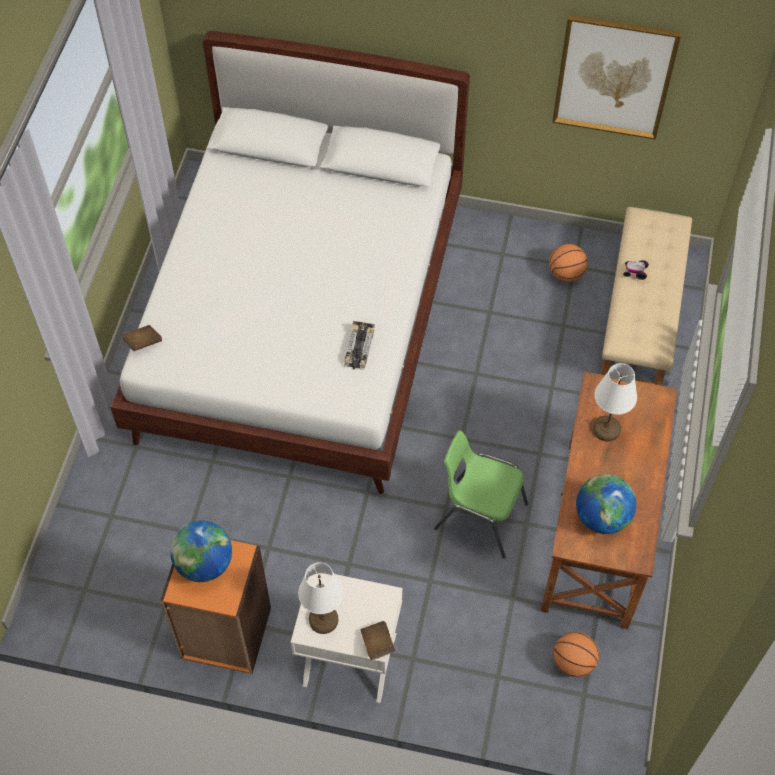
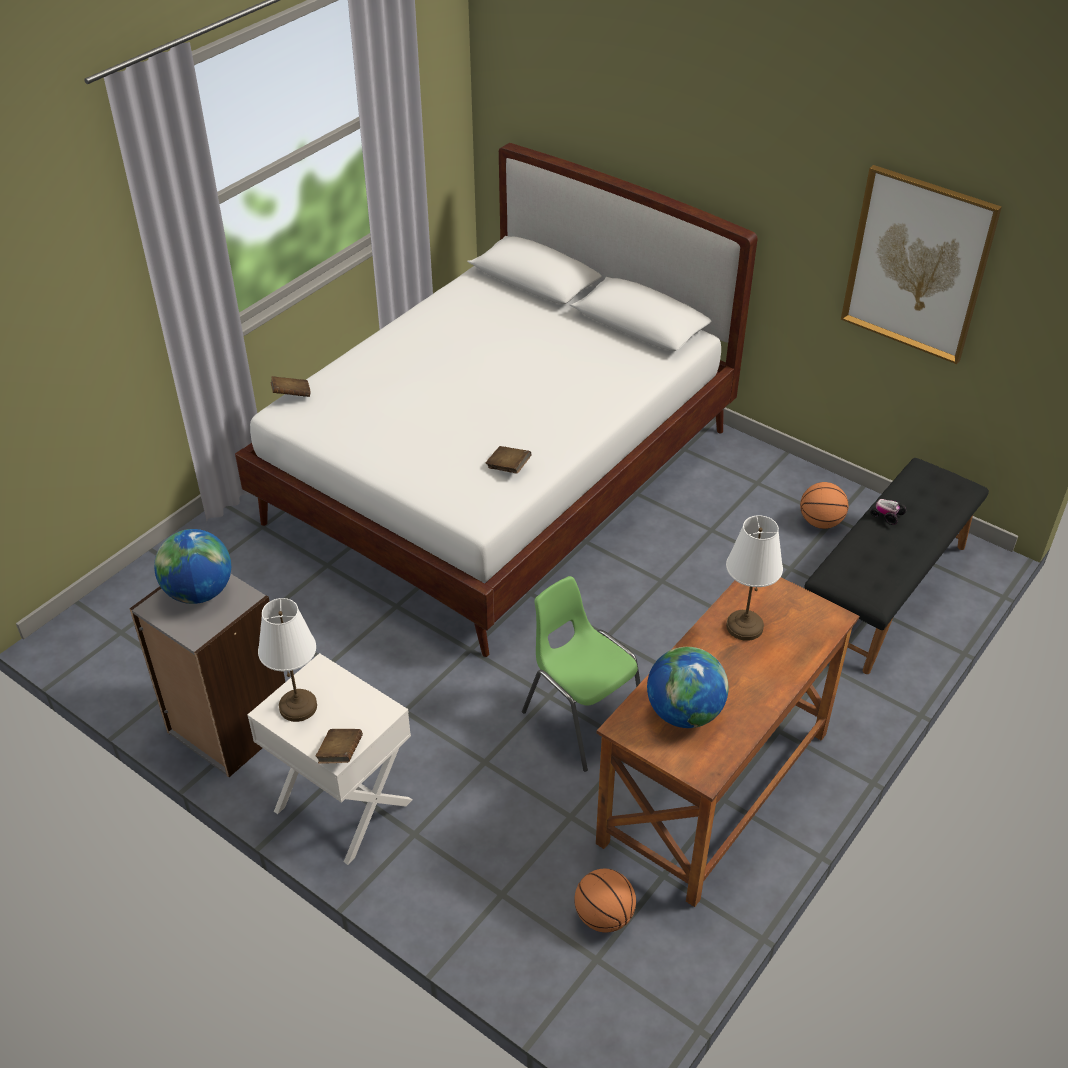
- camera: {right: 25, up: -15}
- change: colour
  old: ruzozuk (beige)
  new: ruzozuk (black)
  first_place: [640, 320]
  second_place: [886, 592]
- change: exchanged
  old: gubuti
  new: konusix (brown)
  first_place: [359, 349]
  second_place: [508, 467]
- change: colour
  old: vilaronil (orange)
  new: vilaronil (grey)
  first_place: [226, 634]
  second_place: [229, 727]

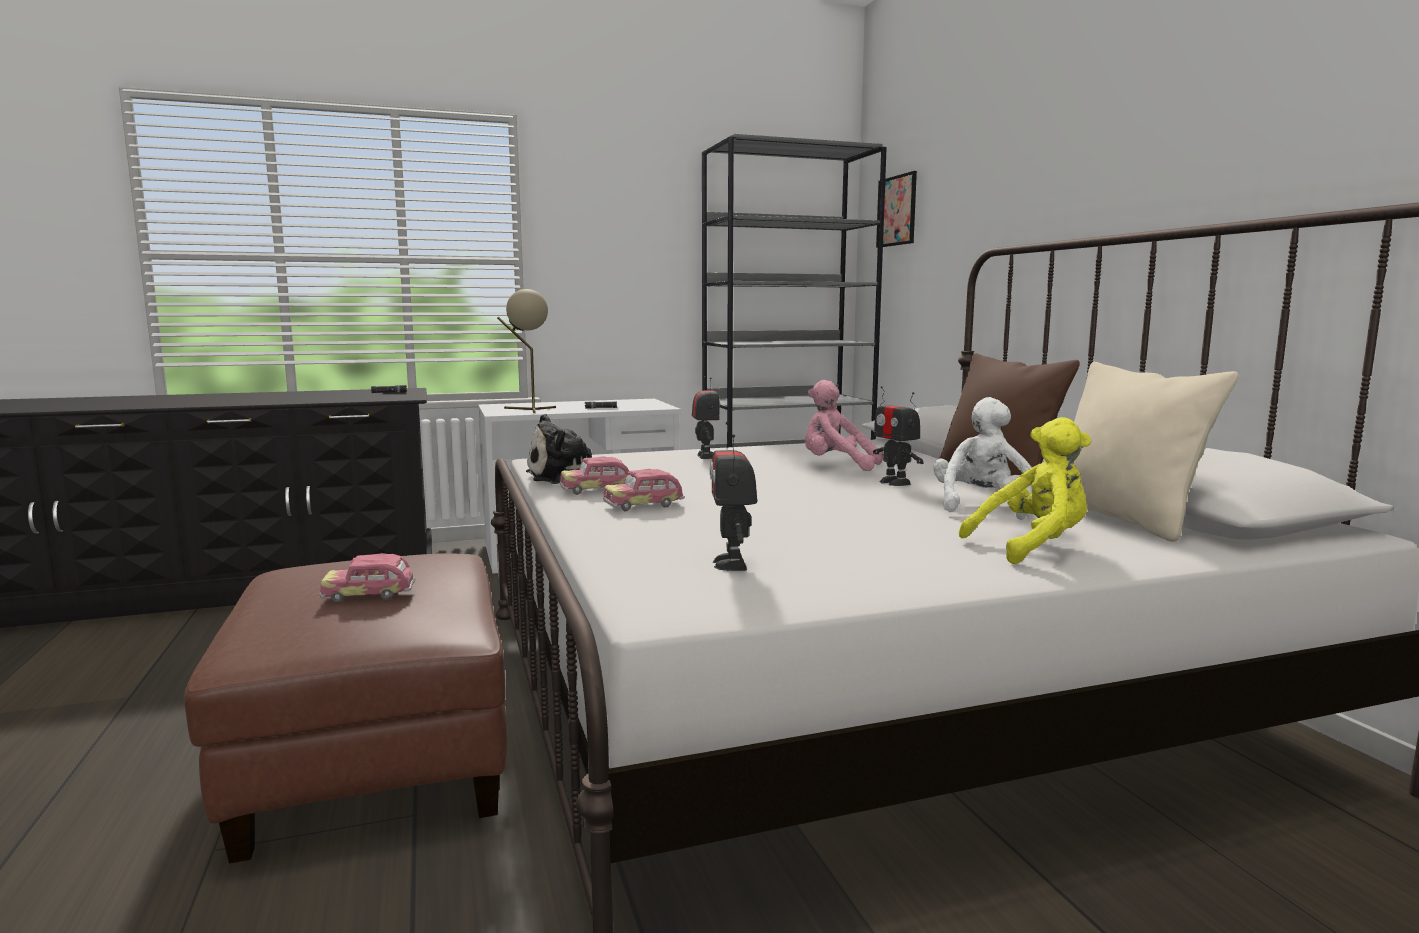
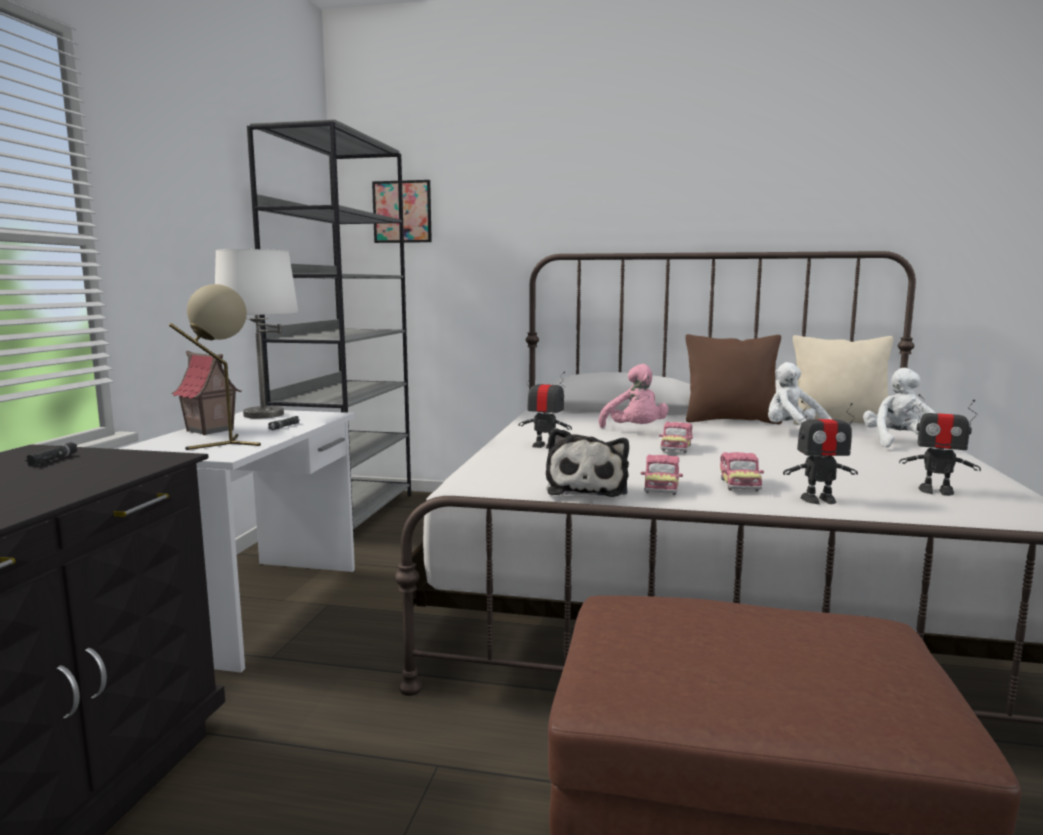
- camera: {right: -60, up: 0}
- change: spun
  old: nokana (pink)
  first_place: [836, 466]
  second_place: [635, 431]
  degrees: -75
- change: relocated
  old: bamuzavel
  first_place: [895, 482]
  second_place: [818, 500]
- change: colour
  old: nokana (yellow)
  new: nokana (white)
  first_place: [1032, 547]
  second_place: [899, 443]
- change: relocated
  old: gubuti
  first_place: [369, 595]
  second_place: [676, 448]
- change: appeared
  new: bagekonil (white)
  second_place: [263, 415]
- change: appeared
  new: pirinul
  second_place: [209, 430]

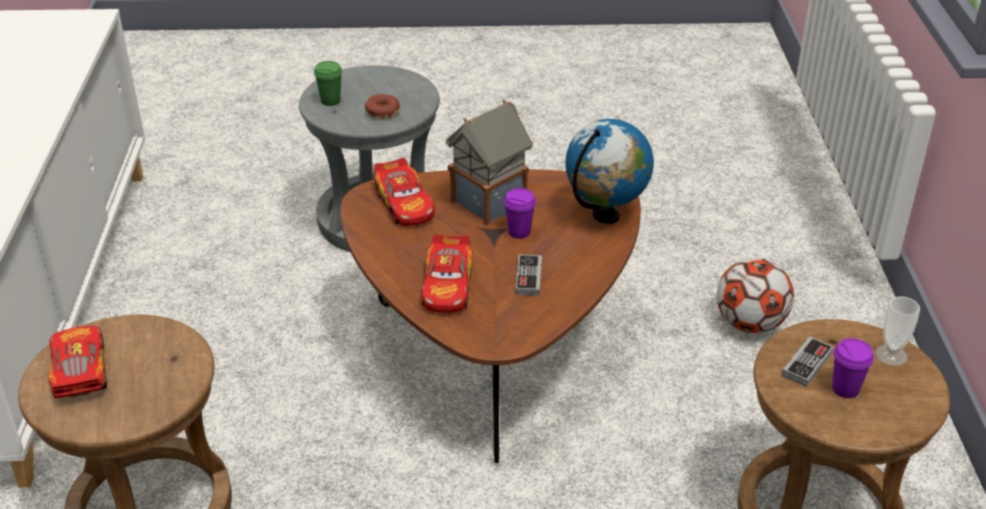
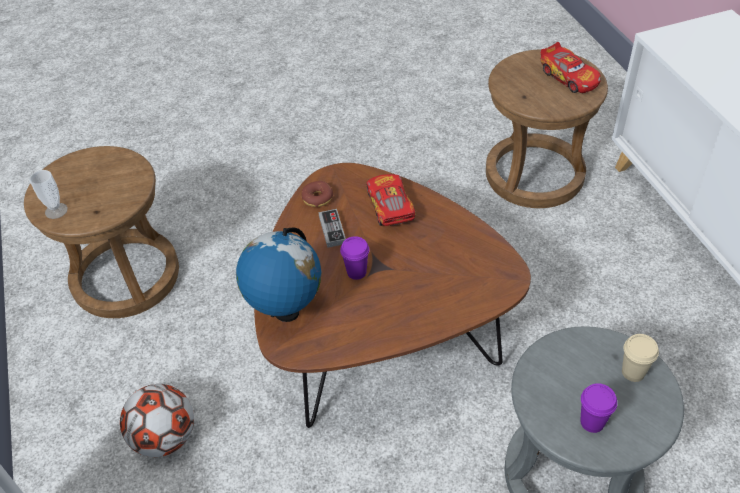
- camera: {right: 165, up: 10}
- change: colour
  old: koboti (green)
  new: koboti (beige)
  first_place: [330, 101]
  second_place: [633, 372]
- change: relocated
  old: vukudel
  first_place: [382, 111]
  second_place: [317, 198]
- change: missing
  old: pirinul
  first_place: [489, 202]
- change: missing
  old: gubuti
  first_place: [404, 204]
- change: missing
  old: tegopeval
  first_place: [807, 364]
- change: relocated
  old: koboti (purple)
  first_place: [845, 389]
  second_place: [592, 422]

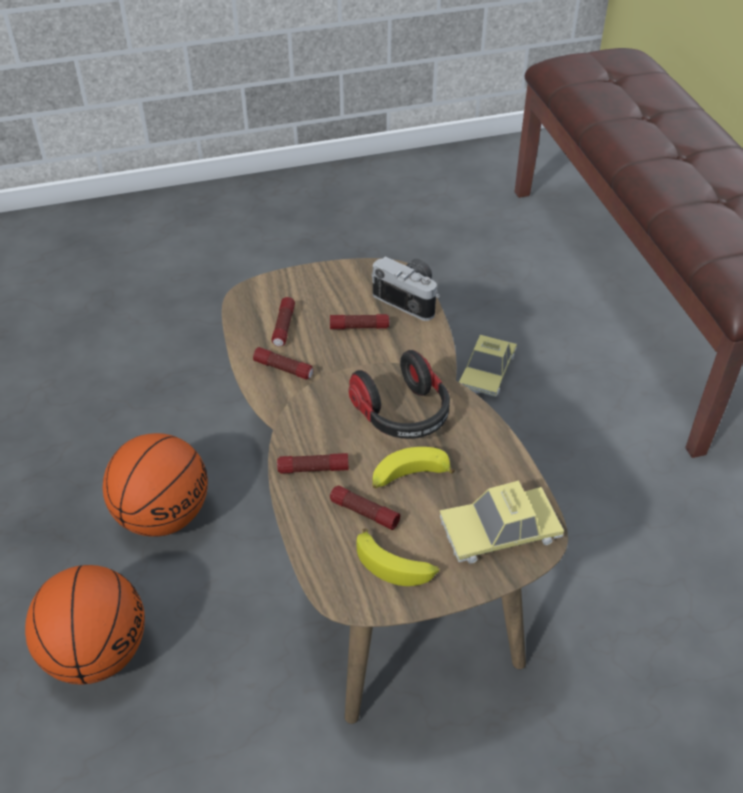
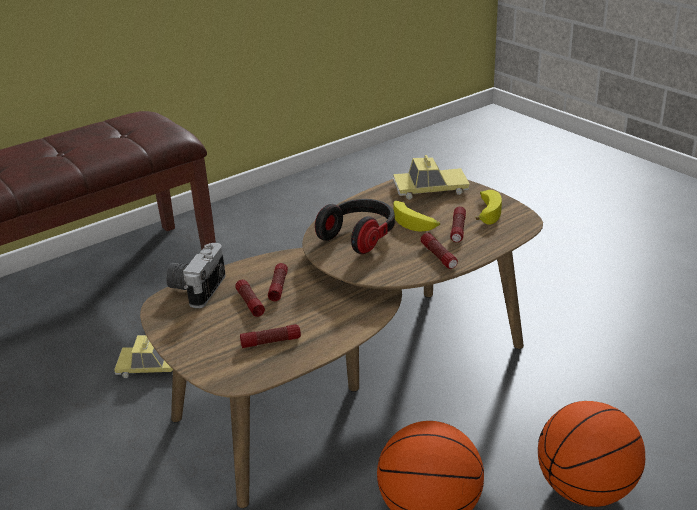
- camera: {right: -110, up: -15}
- change: relocated
  old: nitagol
  first_place: [284, 369]
  second_place: [278, 287]
- change: spun
  old: gubuti
  first_place: [499, 531]
  second_place: [430, 189]
  degrees: -60

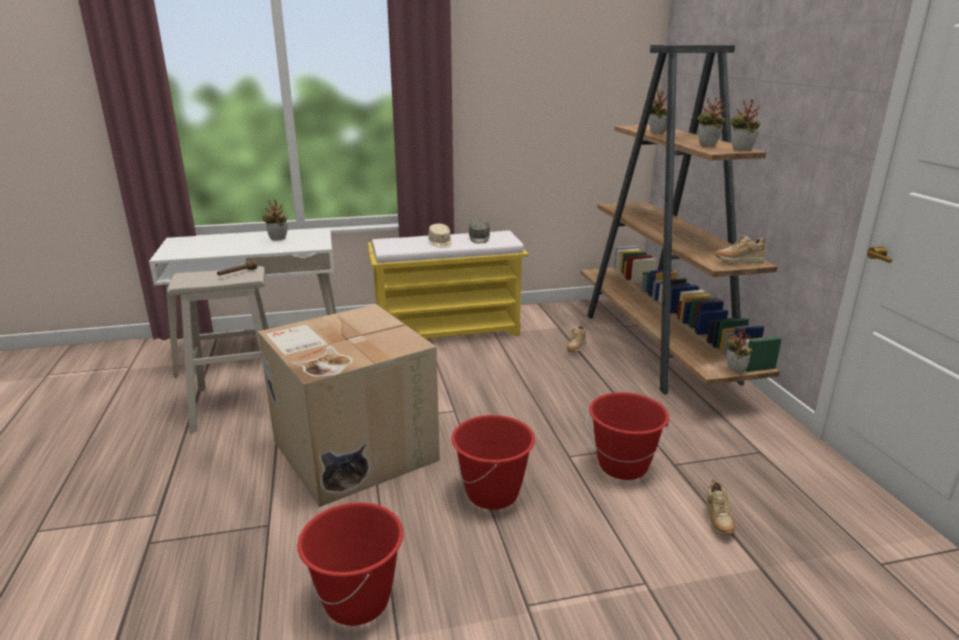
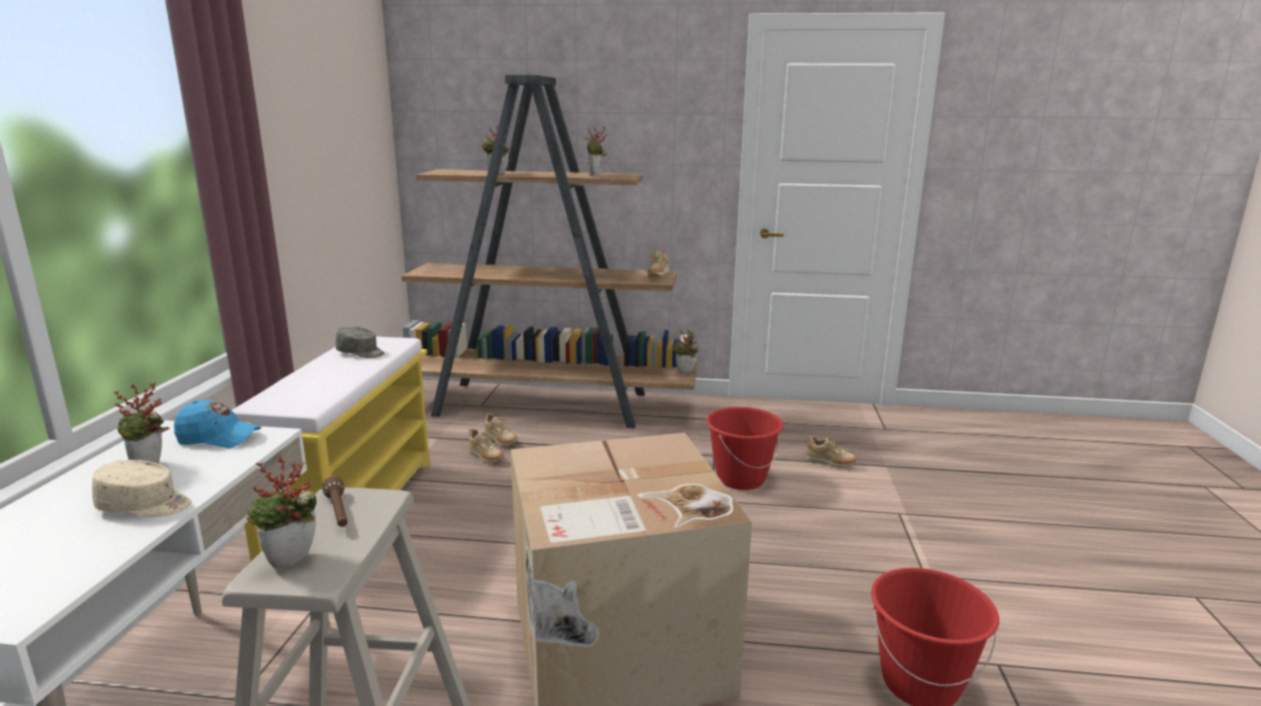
- camera: {right: -70, up: -5}
- change: relocated
  old: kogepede
  first_place: [740, 150]
  second_place: [292, 563]
- change: relocated
  old: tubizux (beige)
  first_place: [440, 243]
  second_place: [145, 506]
- change: missing
  old: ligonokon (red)
  first_place: [493, 494]
- change: appeared
  new: tubizux (blue)
  second_place: [218, 438]
- change: appeared
  new: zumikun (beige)
  second_place: [486, 458]

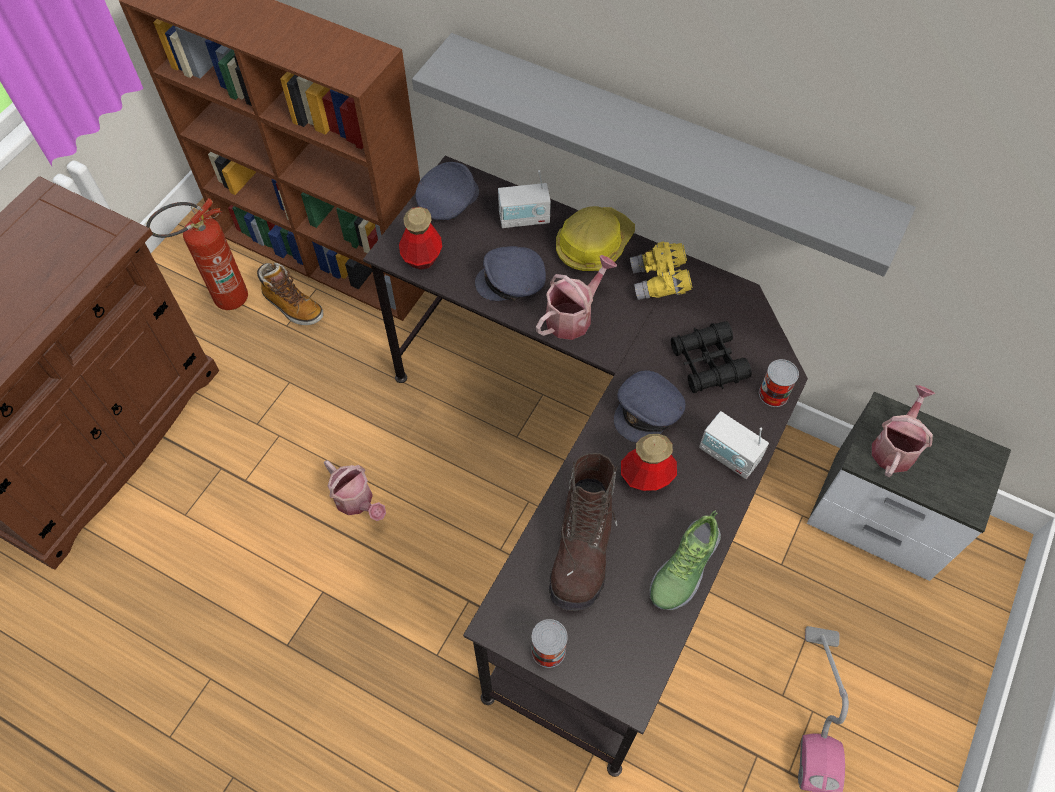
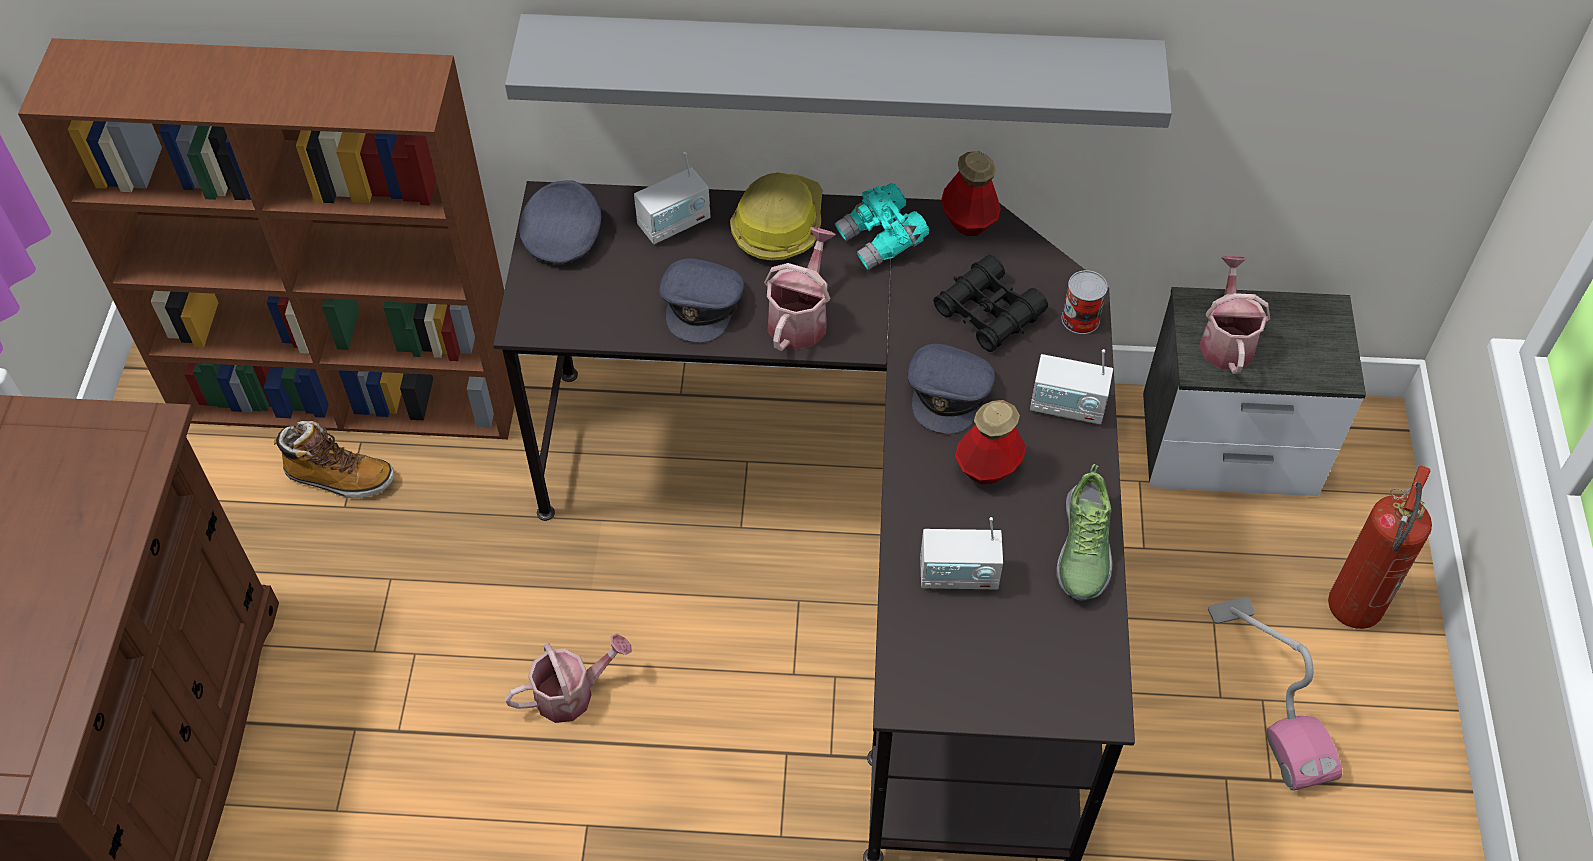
- camera: {right: -25, up: -5}
- change: relocated
  old: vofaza
  first_place: [223, 302]
  second_place: [1350, 617]
- change: relocated
  old: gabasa
  first_place: [422, 257]
  second_place: [968, 221]
- change: colour
  old: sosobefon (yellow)
  new: sosobefon (turquoise)
  first_place: [659, 282]
  second_place: [881, 240]
- change: spun
  old: tubizux (grey)
  first_place: [512, 282]
  second_place: [702, 304]
  degrees: -45
- change: exchanged
  old: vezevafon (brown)
  new: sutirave
  first_place: [582, 549]
  second_place: [959, 575]
- change: spun
  old: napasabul
  first_place: [357, 501]
  second_place: [572, 693]
  degrees: -45
- change: missing
  old: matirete
  first_place: [548, 650]

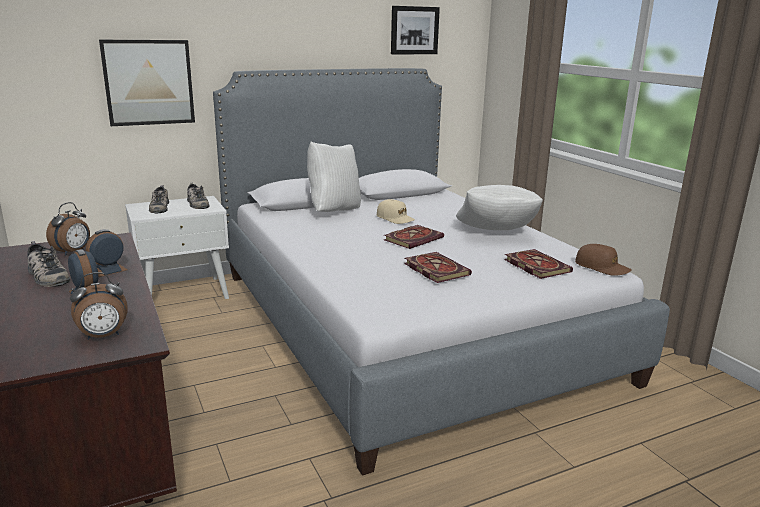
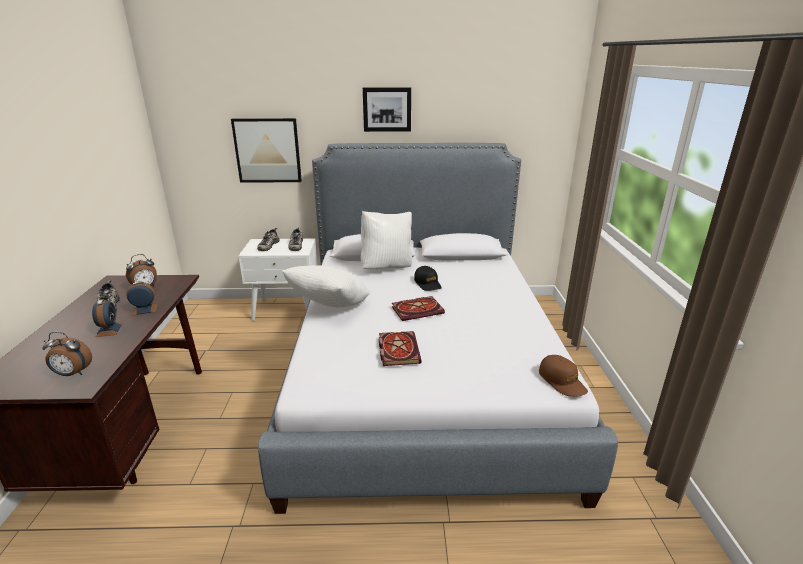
- camera: {right: 25, up: 5}
- change: relocated
  old: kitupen
  first_place: [414, 30]
  second_place: [387, 109]
- change: relocated
  old: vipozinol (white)
  first_place: [495, 233]
  second_place: [329, 308]
- change: colour
  old: tubizux (beige)
  new: tubizux (black)
  first_place: [395, 218]
  second_place: [427, 283]
- change: missing
  old: konusix
  first_place: [535, 266]

